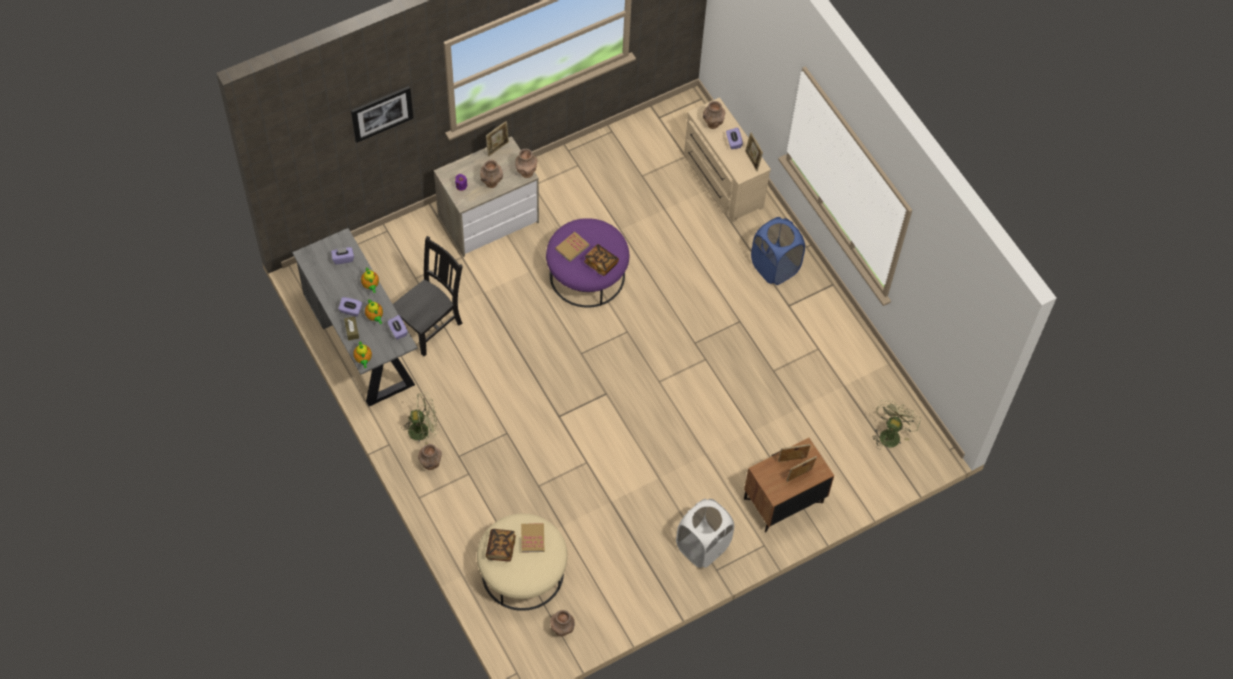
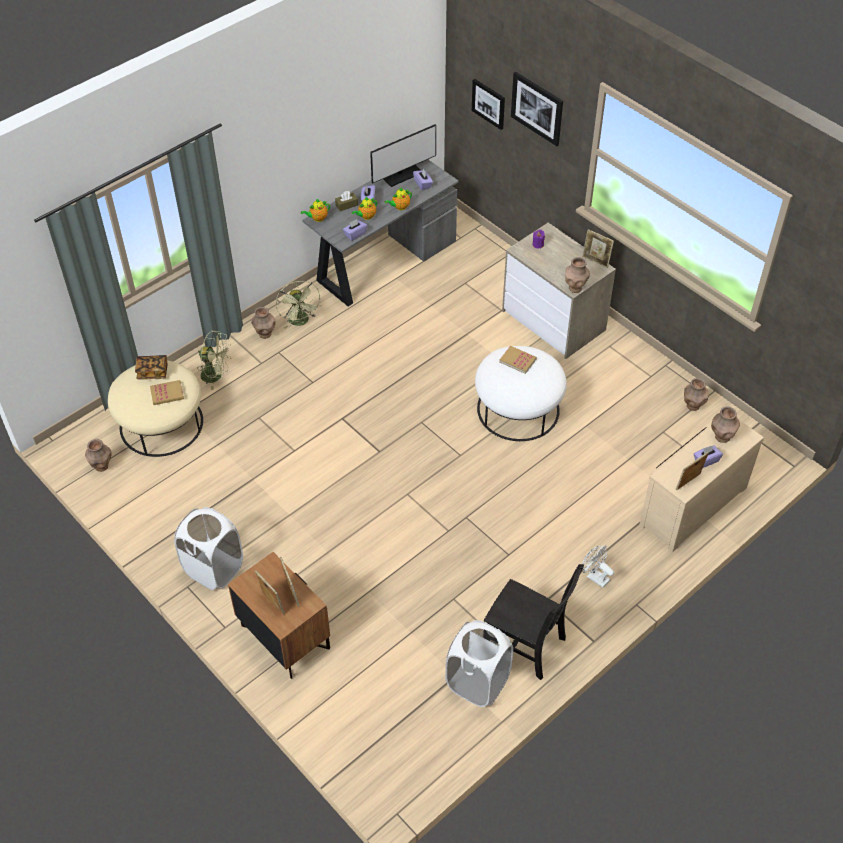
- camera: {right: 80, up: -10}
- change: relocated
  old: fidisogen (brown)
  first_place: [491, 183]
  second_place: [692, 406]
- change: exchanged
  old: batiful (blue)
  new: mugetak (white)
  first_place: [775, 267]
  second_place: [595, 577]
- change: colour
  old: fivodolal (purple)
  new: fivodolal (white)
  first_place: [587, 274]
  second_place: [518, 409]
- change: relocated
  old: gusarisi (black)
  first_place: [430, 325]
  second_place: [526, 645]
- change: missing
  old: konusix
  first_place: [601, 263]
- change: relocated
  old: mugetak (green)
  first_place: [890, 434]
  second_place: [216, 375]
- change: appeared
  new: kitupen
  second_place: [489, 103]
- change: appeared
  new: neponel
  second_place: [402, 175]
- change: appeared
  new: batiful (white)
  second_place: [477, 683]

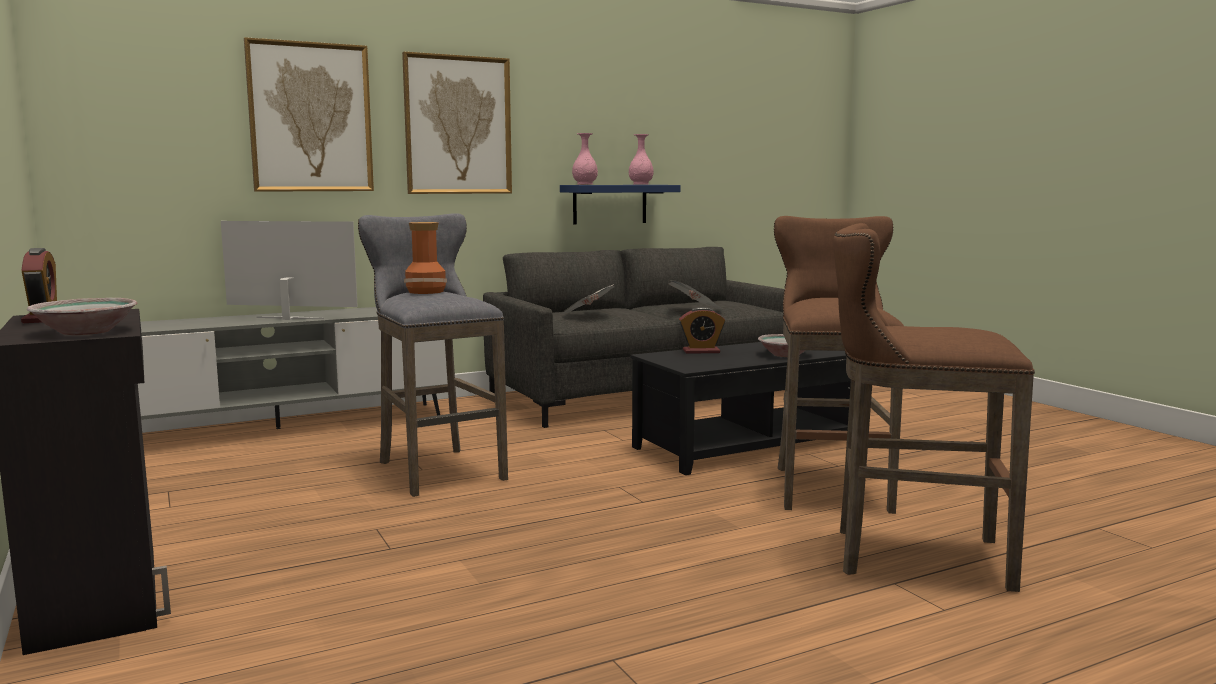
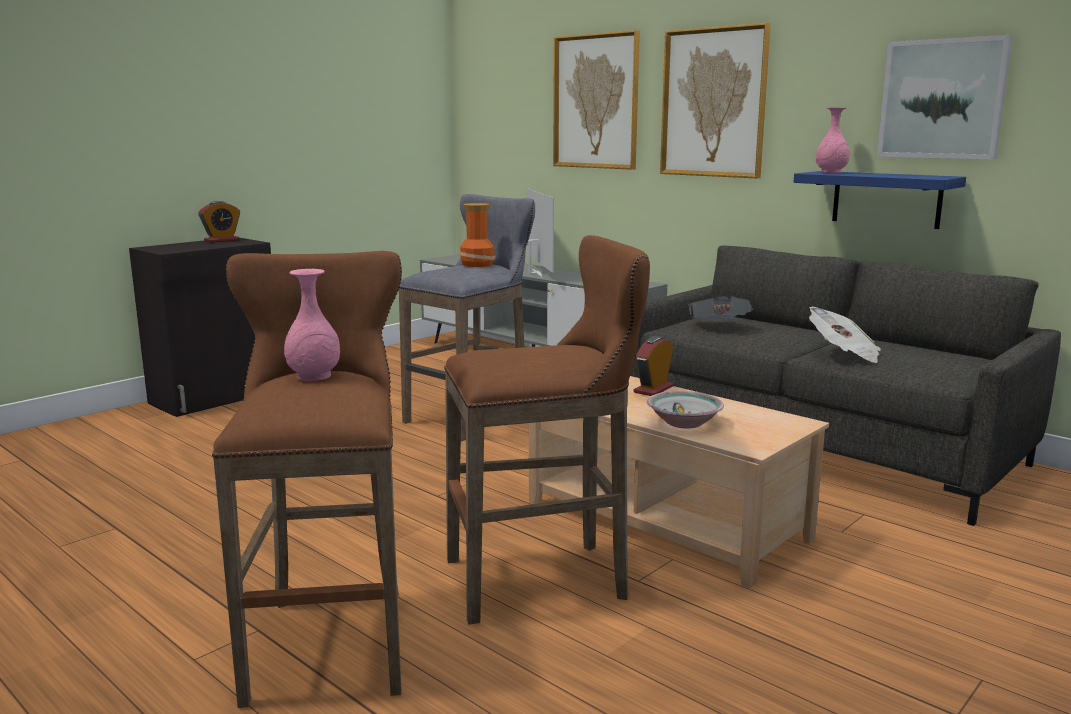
- camera: {right: 70, up: 5}
- change: relocated
  old: fidisogen (pink)
  first_place: [641, 184]
  second_place: [314, 376]
- change: missing
  old: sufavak
  first_place: [86, 331]
- change: spun
  old: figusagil
  first_place: [701, 351]
  second_place: [653, 389]
  degrees: 60
- change: colour
  old: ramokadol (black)
  new: ramokadol (beige)
  first_place: [744, 445]
  second_place: [667, 520]
- change: appeared
  new: kitupen
  second_place: [942, 99]

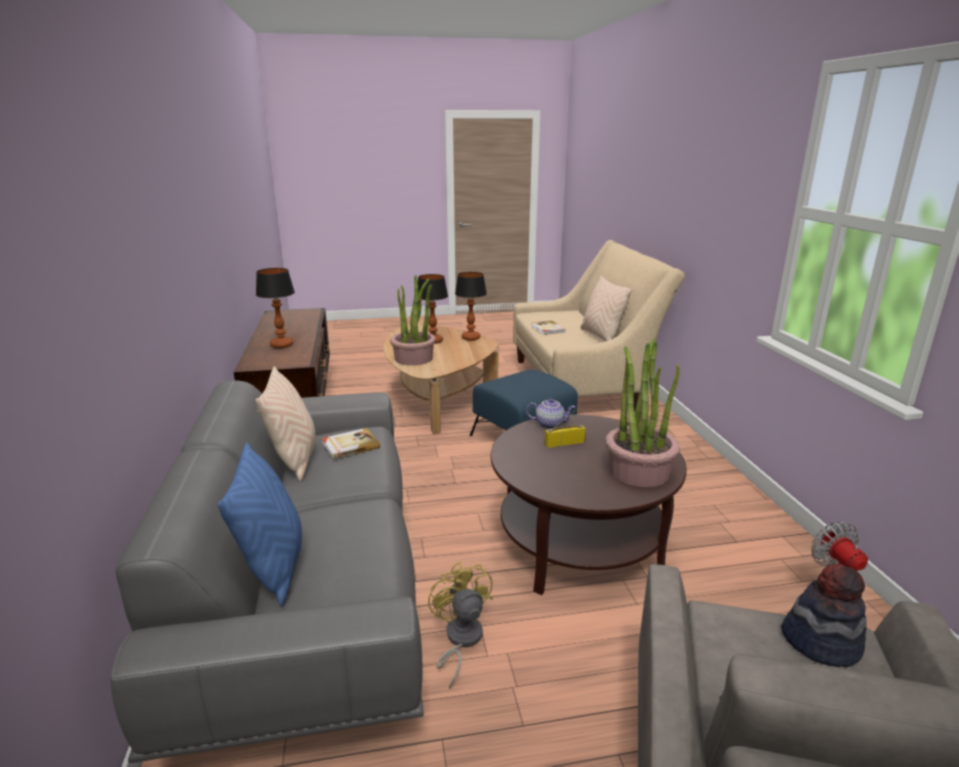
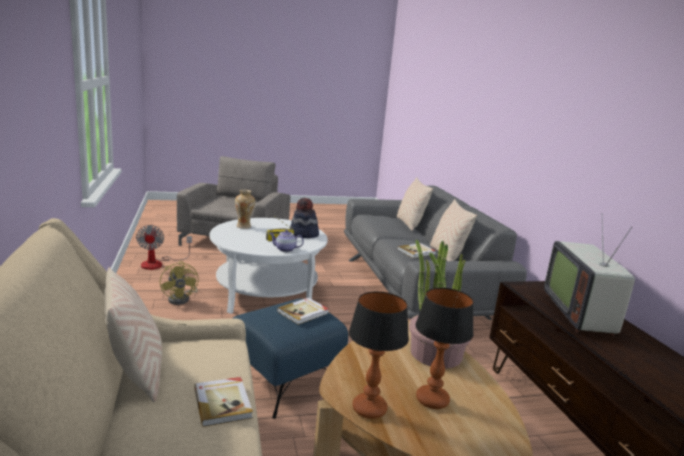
- camera: {right: 175, up: -5}
- change: exchanged
  old: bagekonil
  new: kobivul
  first_place: [281, 345]
  second_place: [581, 314]
- change: exchanged
  old: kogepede
  new: fidisogen
  first_place: [638, 471]
  second_place: [244, 226]
- change: colour
  old: ramokadol (brown)
  new: ramokadol (white)
  first_place: [579, 544]
  second_place: [266, 294]
- change: colour
  old: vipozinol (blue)
  new: vipozinol (beige)
  first_place: [274, 566]
  second_place: [409, 224]
- change: relocated
  old: mugetak (yellow)
  first_place: [460, 640]
  second_place: [182, 299]
- change: relocated
  old: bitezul
  first_place: [821, 642]
  second_place: [304, 234]
- change: appeared
  new: konusix
  second_place: [303, 312]

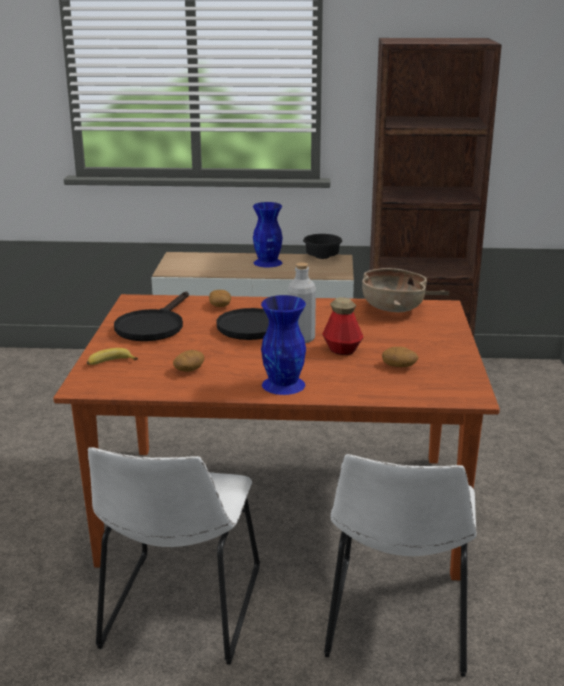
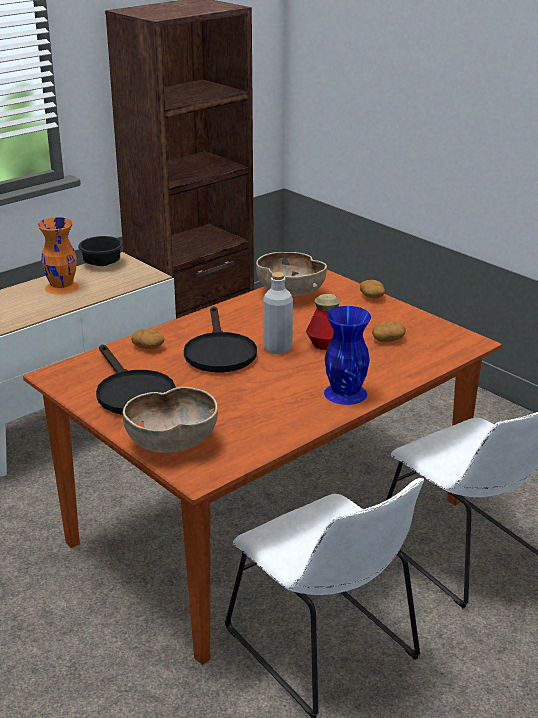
- camera: {right: -45, up: 5}
- change: colour
  old: fidisogen (blue)
  new: fidisogen (orange)
  first_place: [268, 263]
  second_place: [62, 287]
- change: exchanged
  old: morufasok
  new: sufavak (brown)
  first_place: [110, 363]
  second_place: [172, 443]
- change: relocated
  old: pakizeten
  first_place: [189, 370]
  second_place: [372, 297]

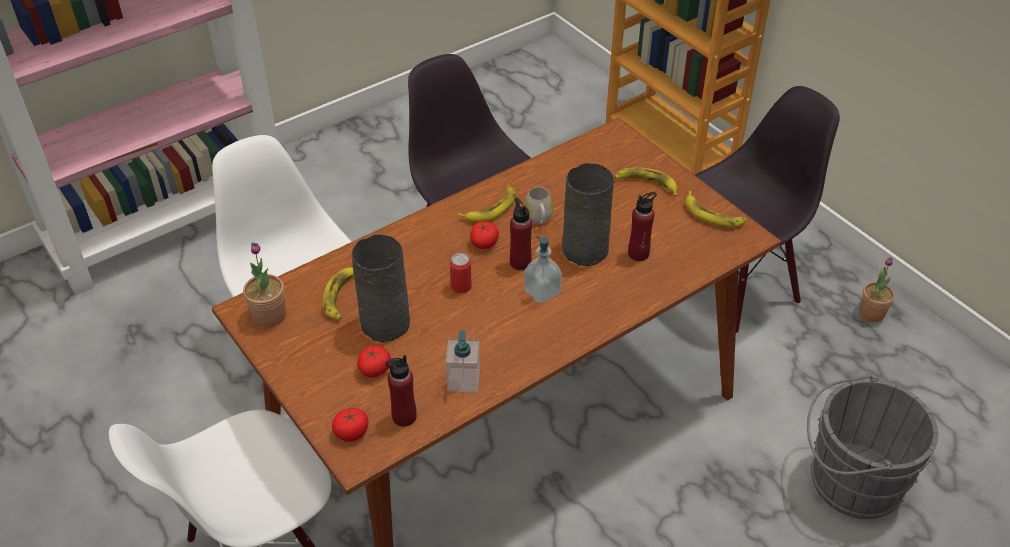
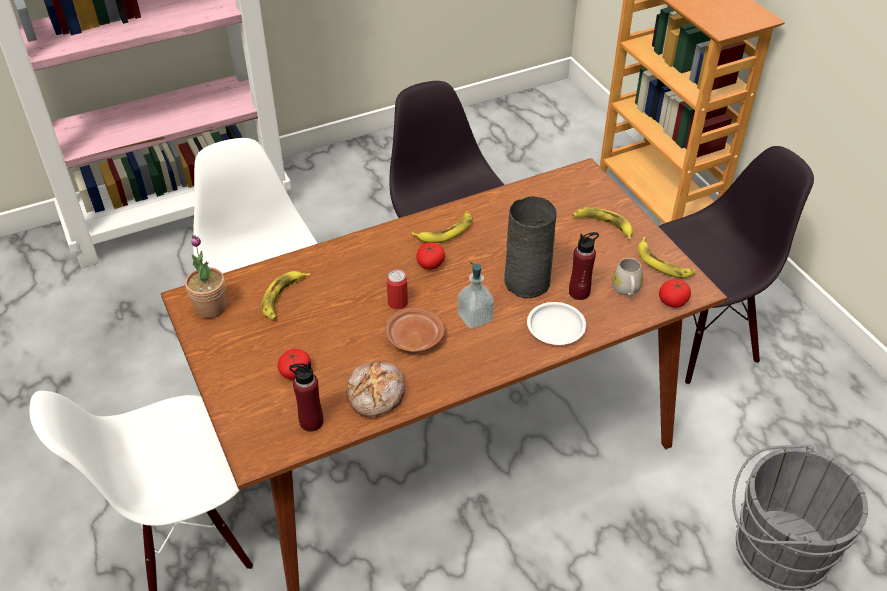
- camera: {right: 10, up: 0}
- change: relocated
  old: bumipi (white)
  first_place: [539, 219]
  second_place: [626, 290]
- change: missing
  old: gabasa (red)
  first_place: [520, 262]
- change: missing
  old: fidisogen (grey)
  first_place: [387, 323]
- change: missing
  old: kogepede
  first_place: [871, 313]
- change: exchanged
  old: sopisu
  new: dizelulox
  first_place: [463, 380]
  second_place: [377, 394]
- change: relocated
  old: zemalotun
  first_place: [351, 432]
  second_place: [673, 301]
- change: appeared
  new: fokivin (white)
  second_place: [556, 326]
- change: appeared
  new: fokivin (brown)
  second_place: [414, 337]

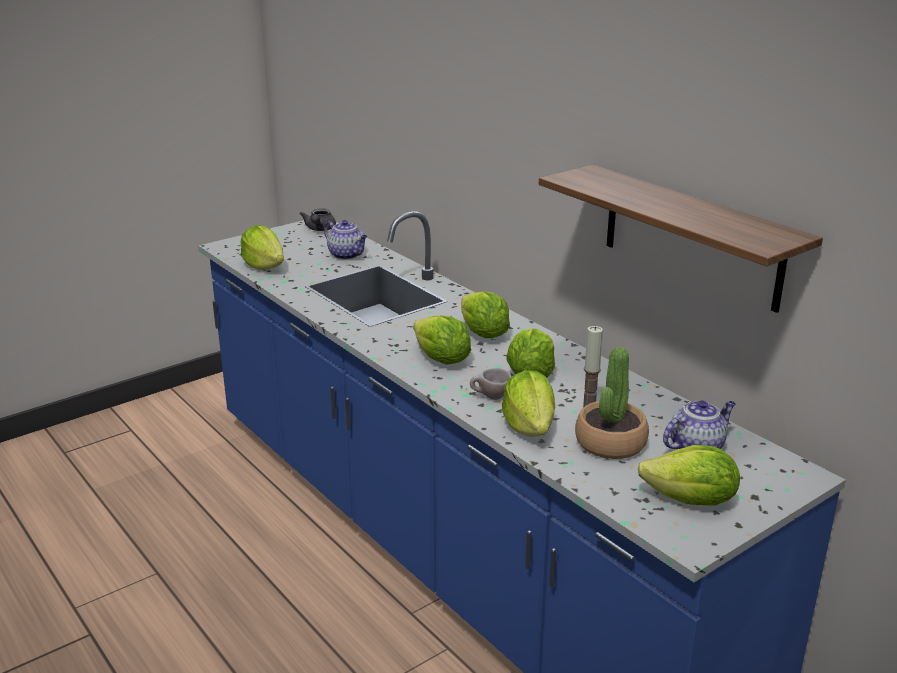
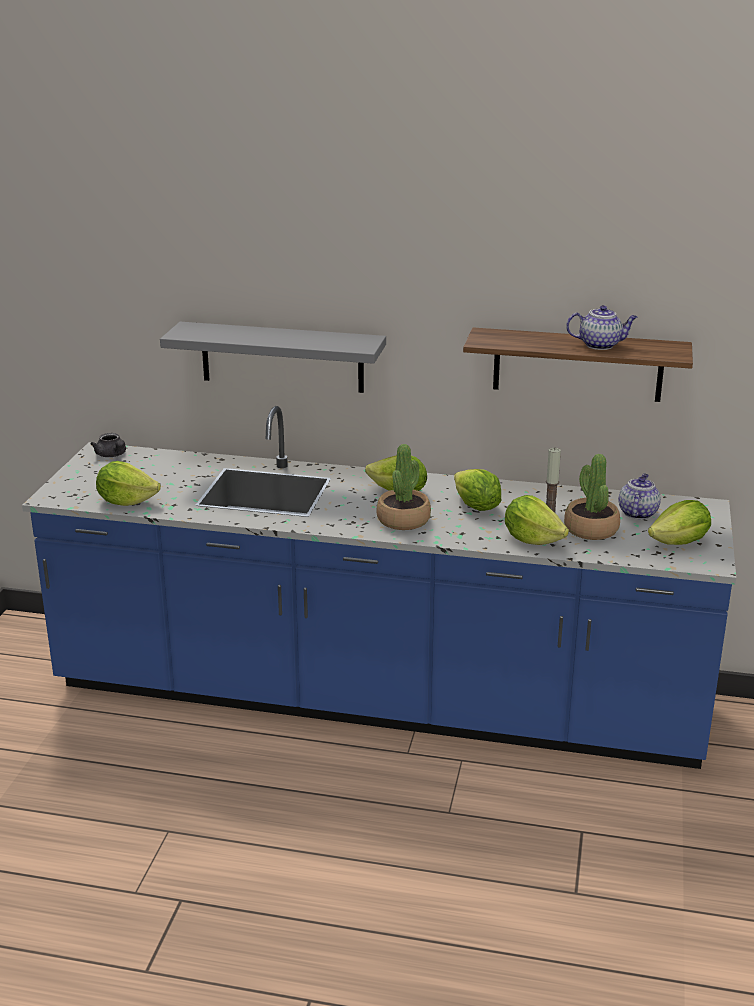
- camera: {right: -40, up: 0}
- change: relocated
  old: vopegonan
  first_place: [347, 255]
  second_place: [600, 345]
- change: exchanged
  old: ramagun
  new: kogepede
  first_place: [441, 360]
  second_place: [403, 520]
- change: missing
  old: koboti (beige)
  first_place: [490, 397]
- change: appeared
  new: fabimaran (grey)
  second_place: [282, 357]

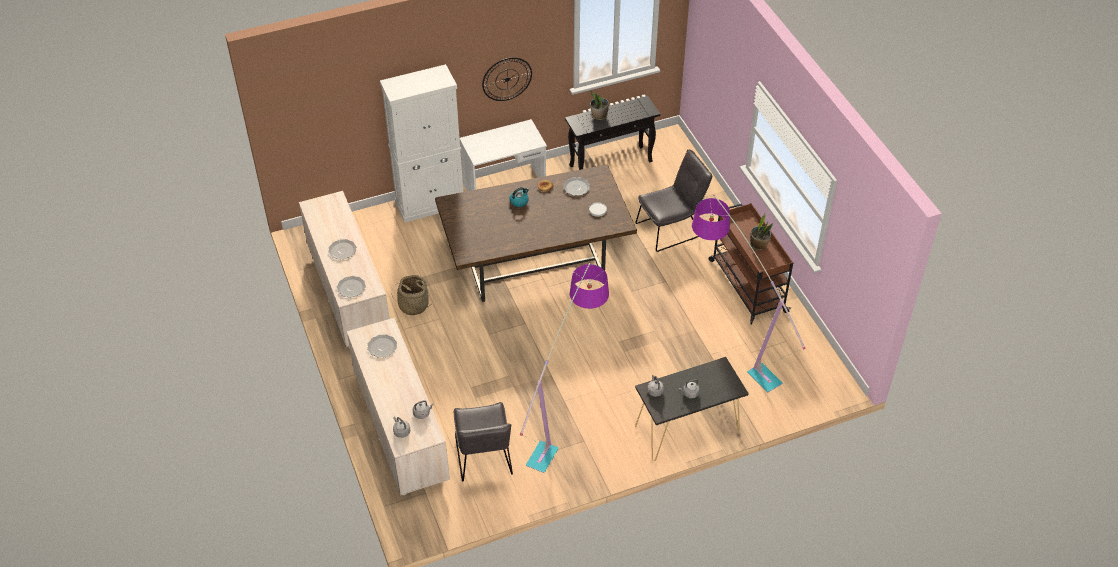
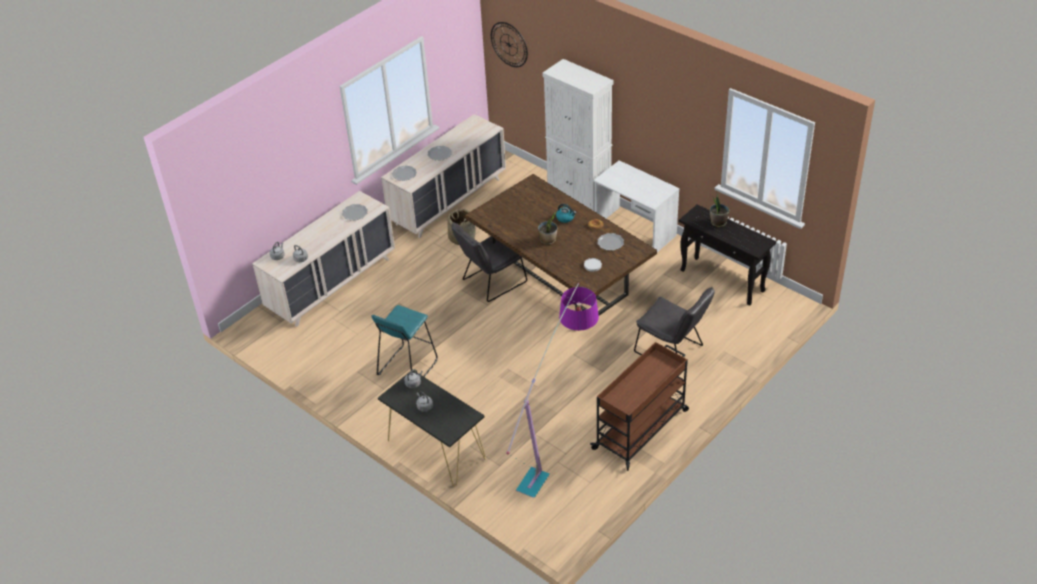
- camera: {right: 65, up: -5}
- change: relocated
  old: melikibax
  first_place: [507, 79]
  second_place: [509, 44]
- change: relocated
  old: kogepede
  first_place: [758, 245]
  second_place: [548, 240]
- change: exchanged
  old: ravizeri
  new: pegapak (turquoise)
  first_place: [567, 413]
  second_place: [407, 368]
- change: relocated
  old: gusarisi (grey)
  first_place: [484, 459]
  second_place: [491, 282]

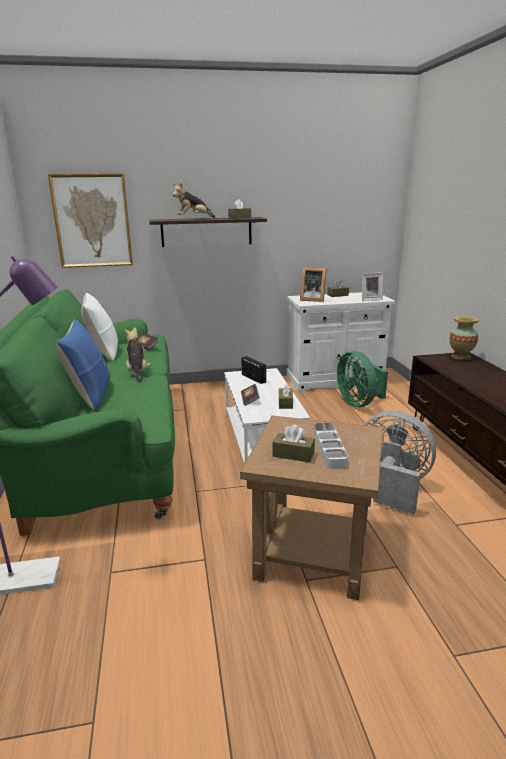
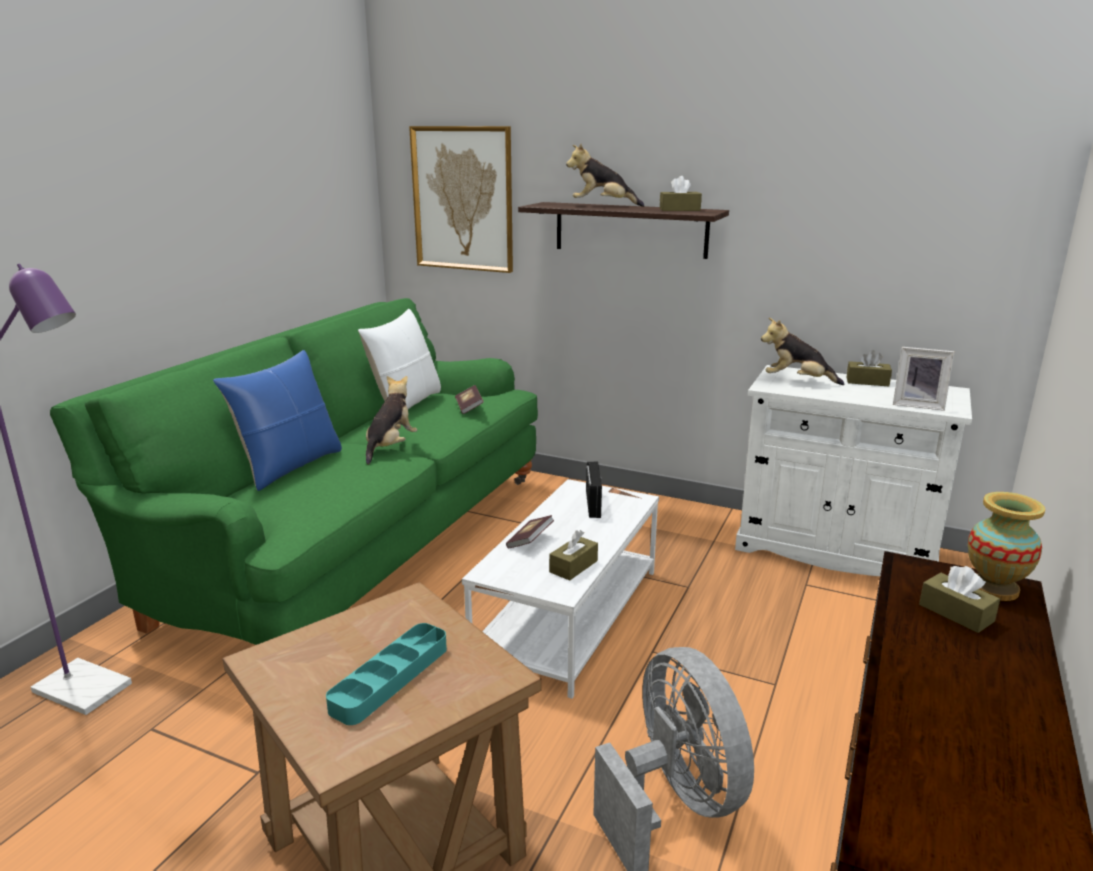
- camera: {right: 35, up: 0}
- change: exchanged
  old: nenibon
  new: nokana
  first_place: [312, 299]
  second_place: [797, 381]
- change: missing
  old: mugetak (green)
  first_place: [359, 403]
- change: colour
  old: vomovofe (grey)
  new: vomovofe (turquoise)
  first_place: [329, 448]
  second_place: [390, 678]
- change: relocated
  old: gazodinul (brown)
  first_place: [293, 454]
  second_place: [956, 613]

